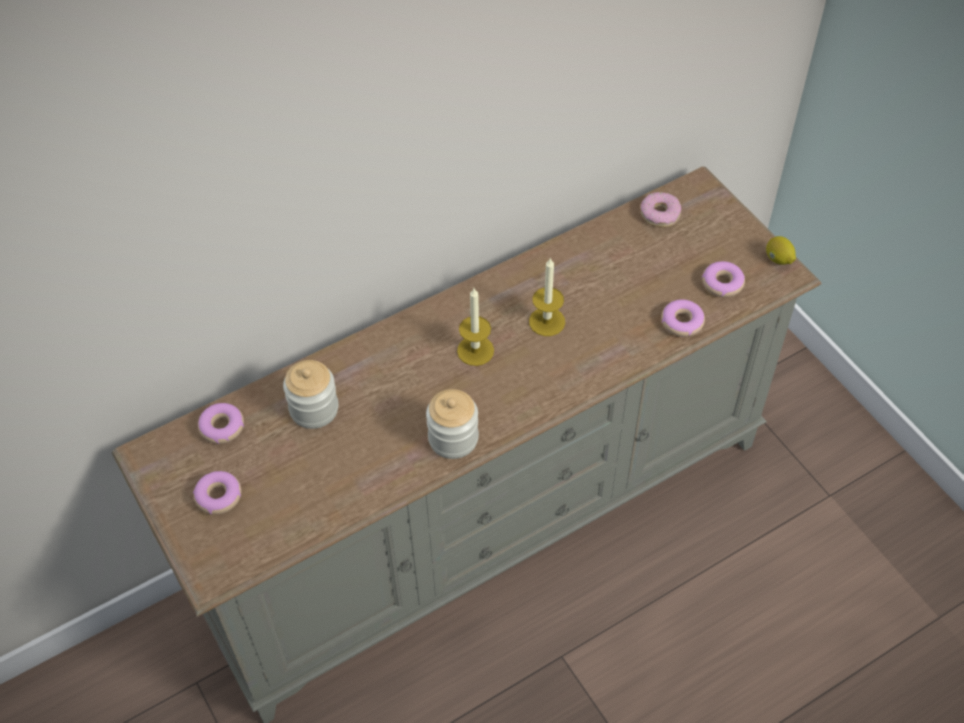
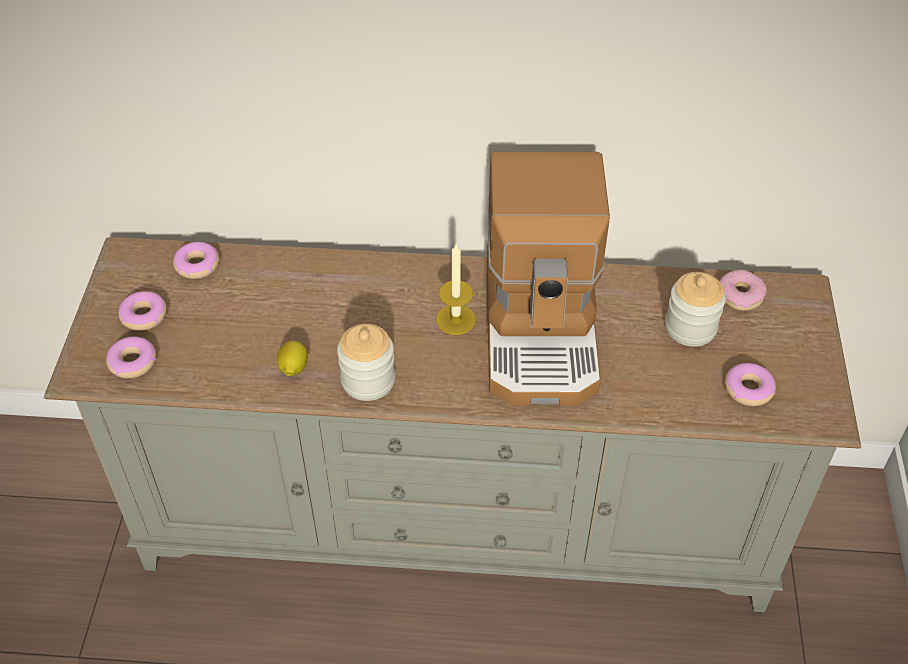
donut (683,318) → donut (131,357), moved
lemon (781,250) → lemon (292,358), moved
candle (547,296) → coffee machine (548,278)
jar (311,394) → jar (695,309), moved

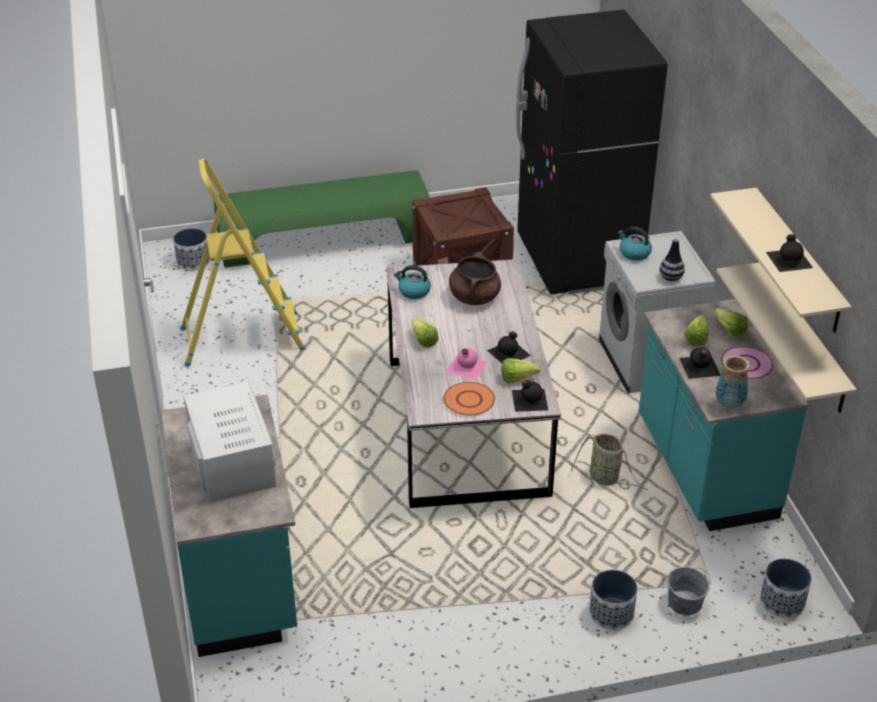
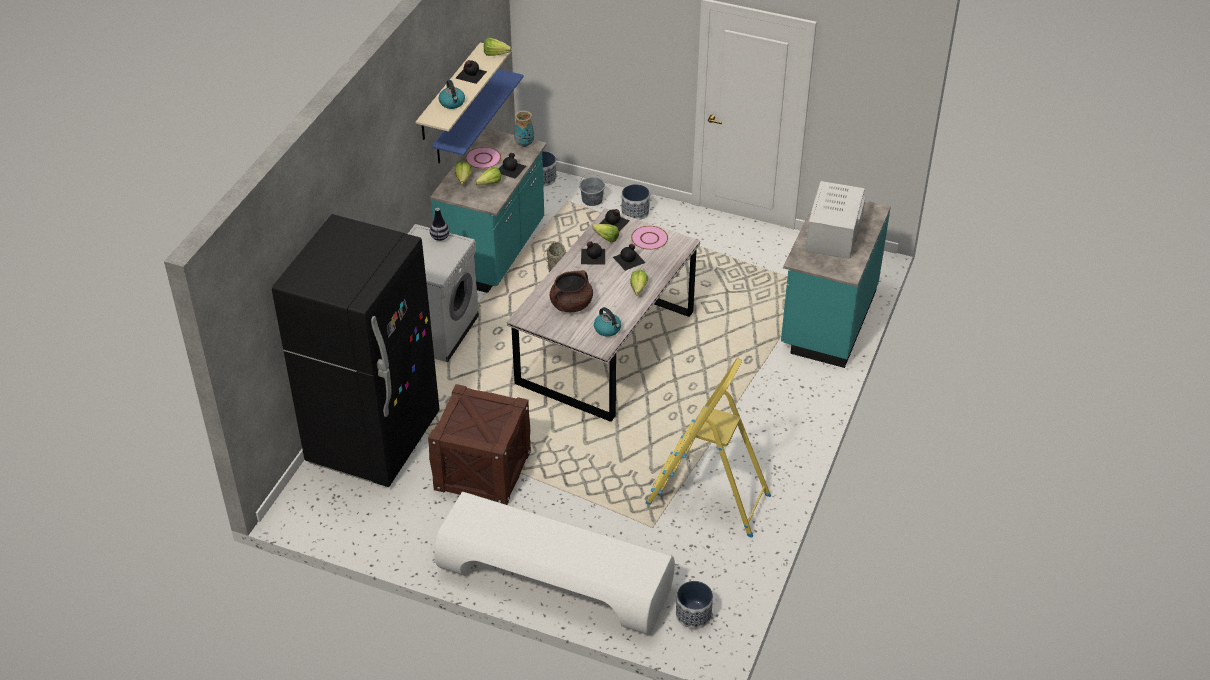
beige shelf (786,338) → blue shelf (478,116)
green bench (322,219) → white bench (554,563)
kettle (635,243) → kettle (452,94), moved
- → lettuce (498,47)
pink bottle (466,364) → black bottle (629,257)
orange plate (469,399) → pink plate (649,238)

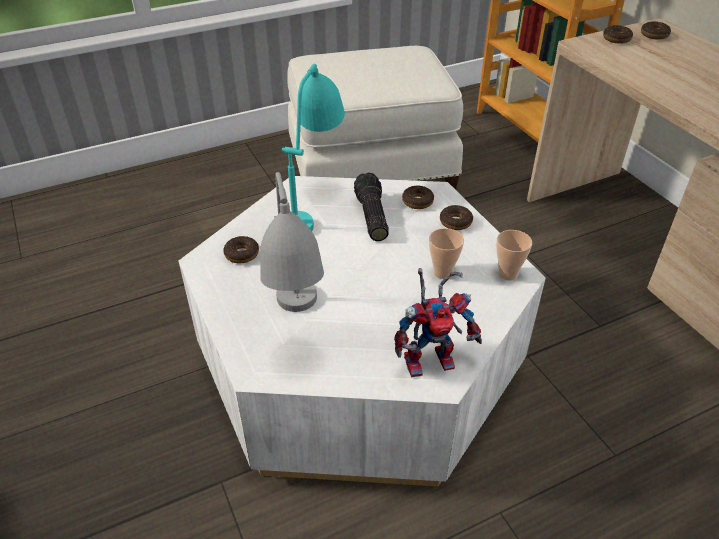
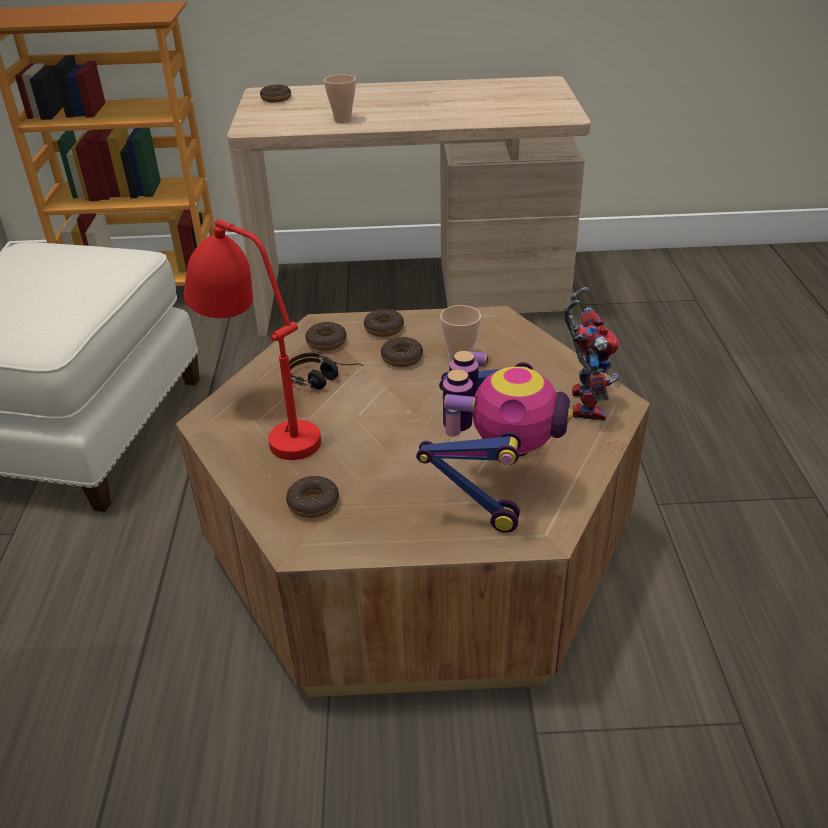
white coffee table (362,331) → brown coffee table (413,501)
turquoise table lamp (313,147) → red table lamp (252,339)
flashlight (371,206) → headphones (326,370)
cup (514,255) → cup (340,99), moved
donut (618,34) → donut (402,352), moved
grey table lamp (292,242) → toy robot (494,442)

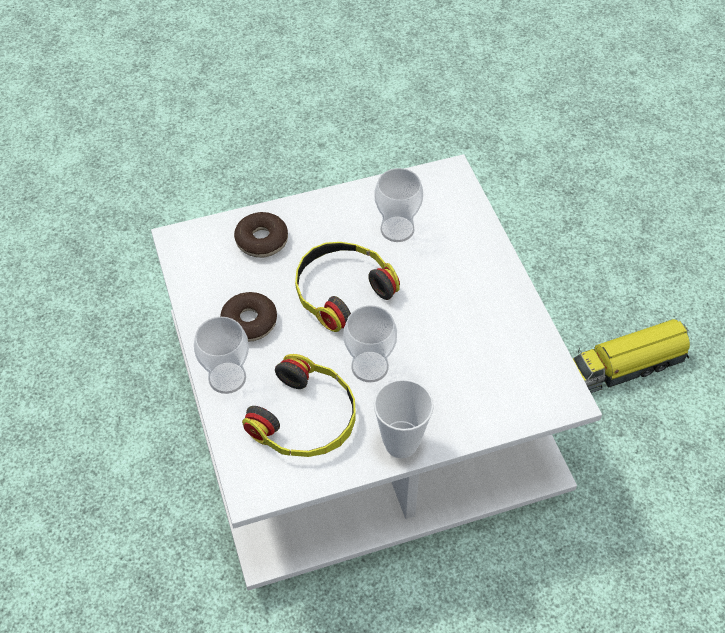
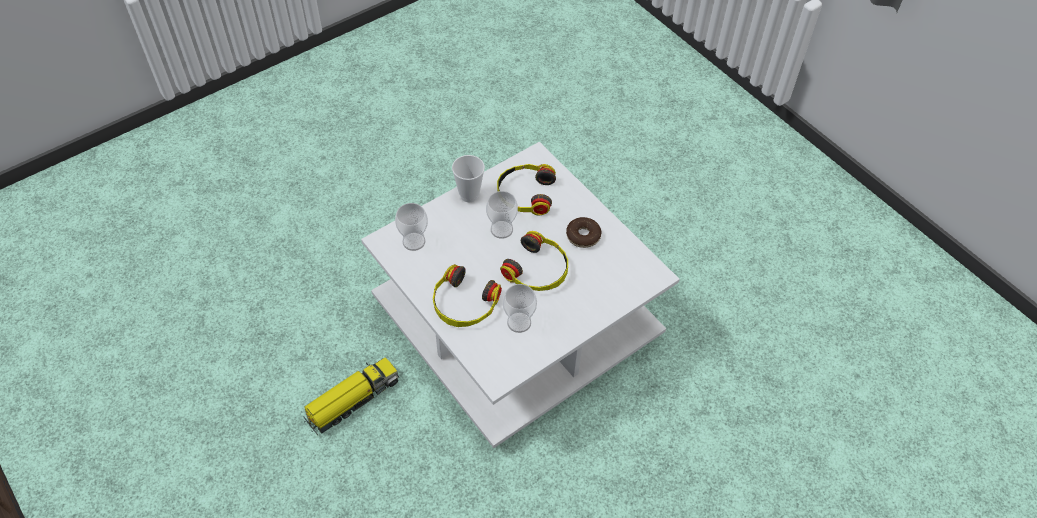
cup (221,355) → cup (411,227), moved
- → headphones (467,295)
donut (261,235) → -

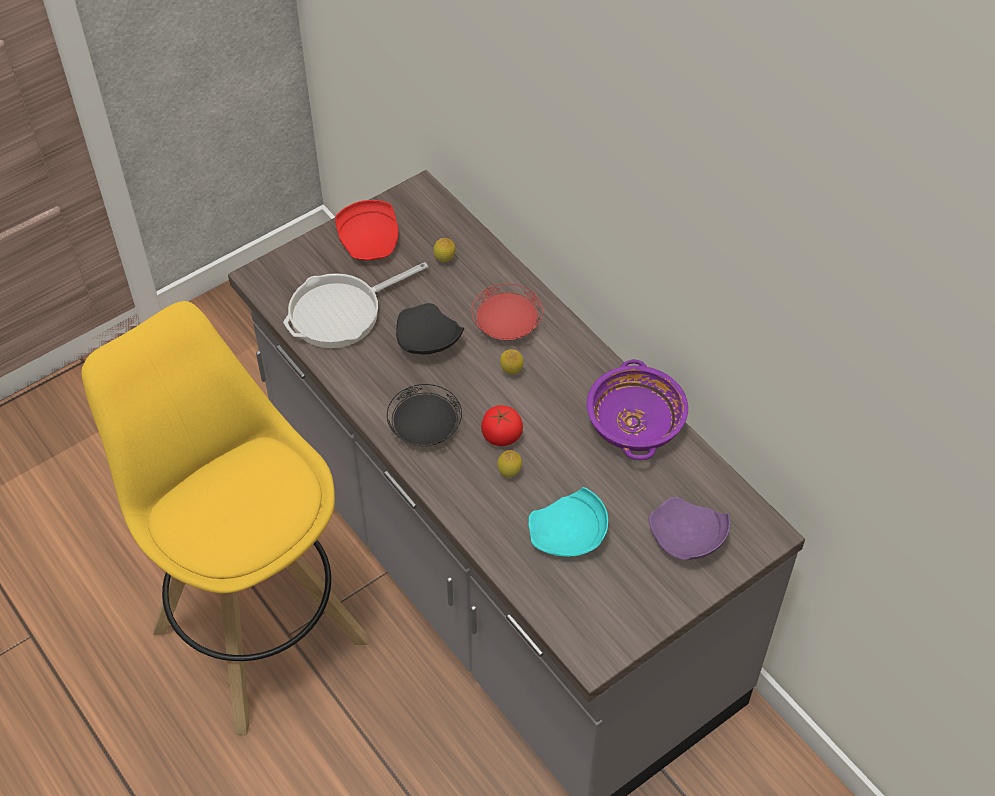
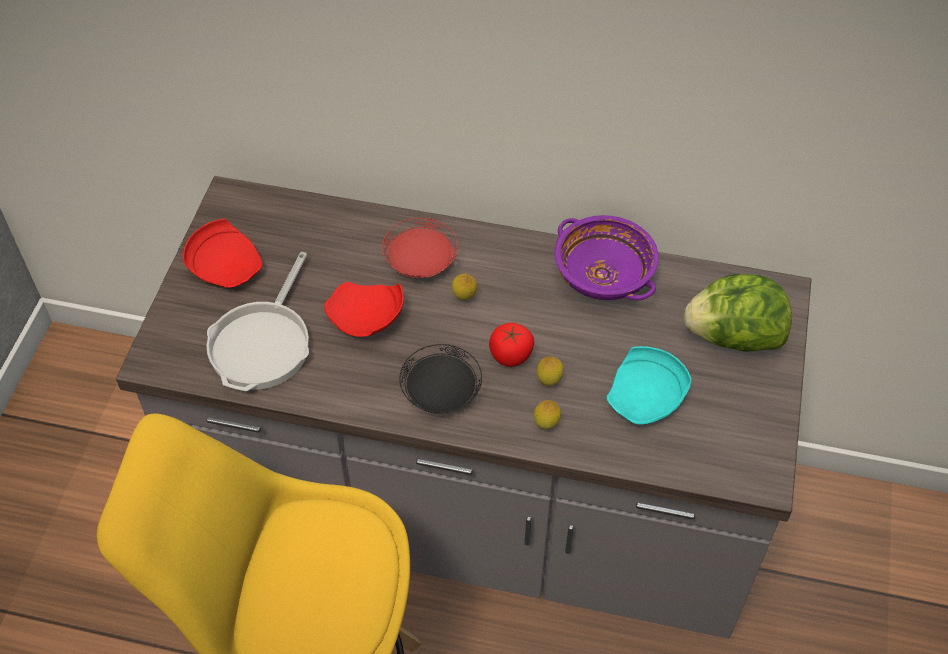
black plate (430,329) → red plate (364,309)
lemon (444,250) → lemon (547,414), moved
purple plate (689,528) → lettuce (738,313)

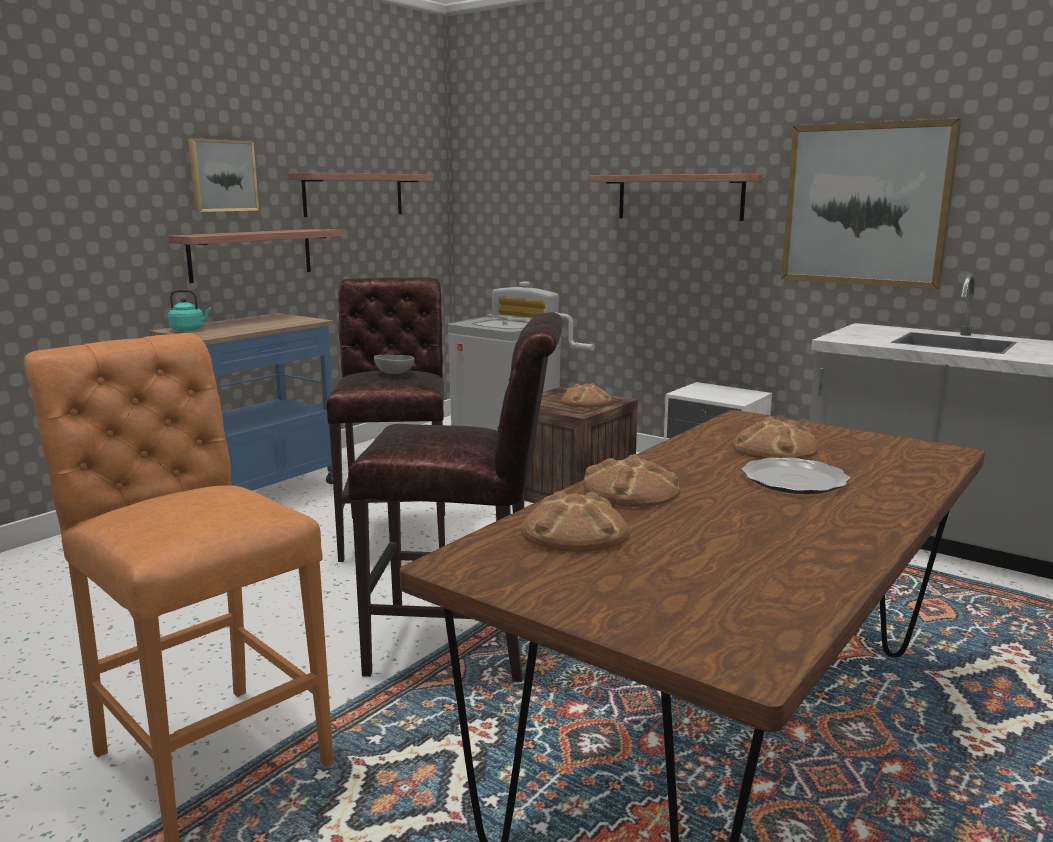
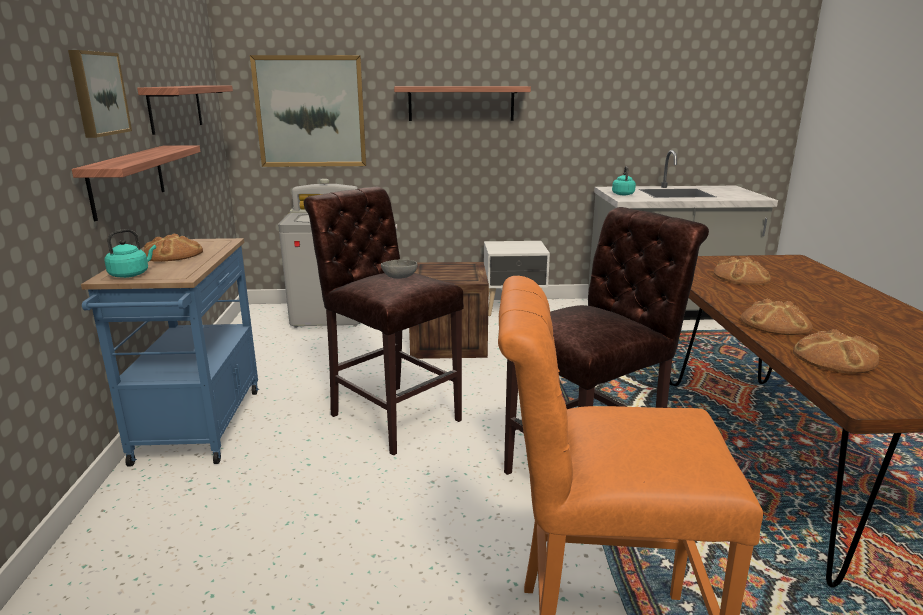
bread (587,395) → bread (173,248), moved
picture (871,203) → picture (308,111), moved
- → turquoise kettle (624,180)
plate (796,476) → -

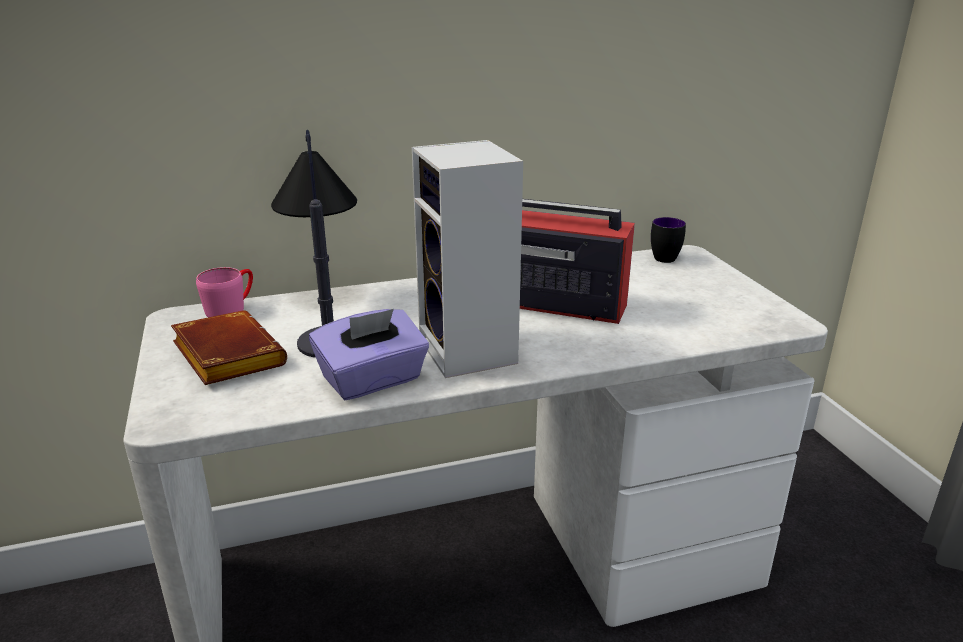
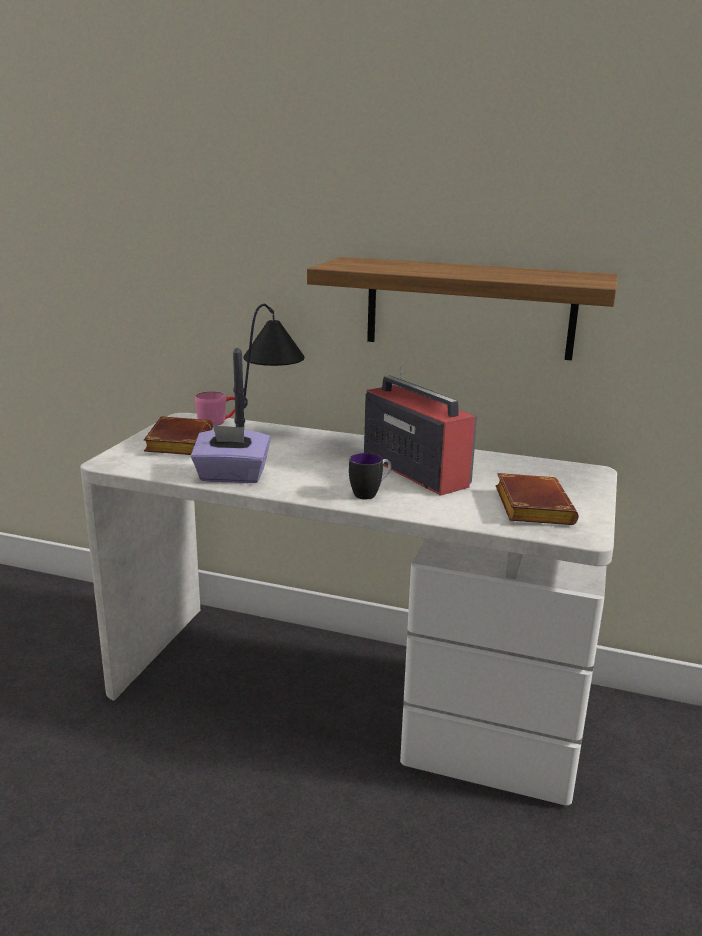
- → shelf (462,309)
mug (668,240) → mug (370,476), moved
- → brown book (537,499)
speaker (467,259) → -

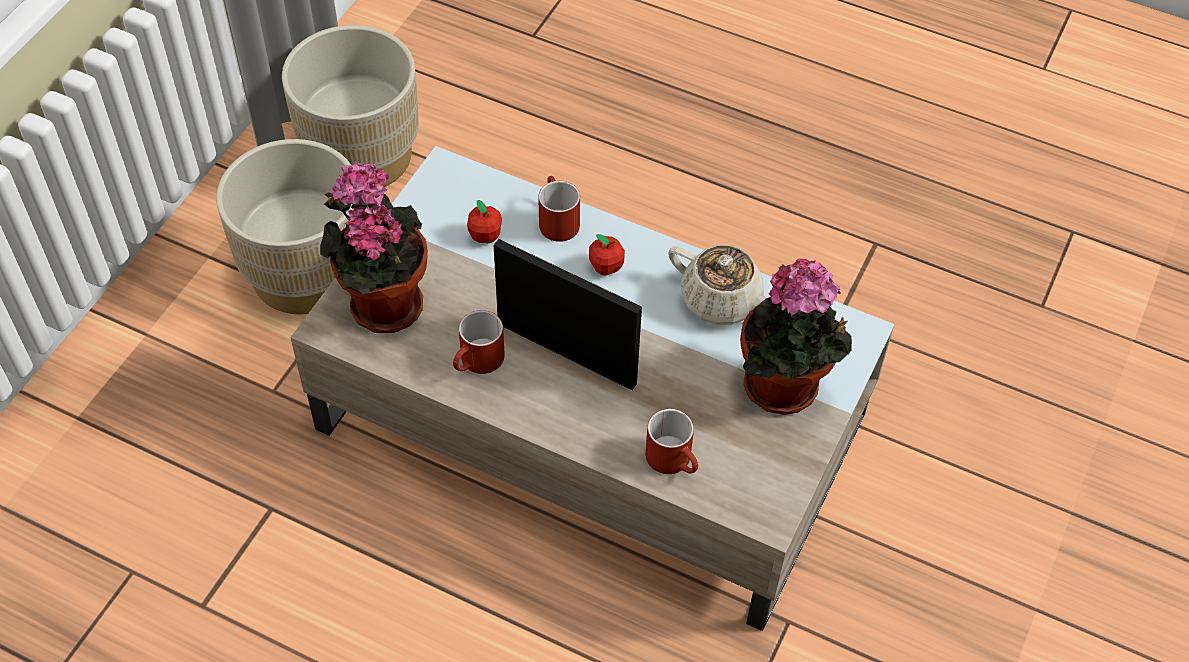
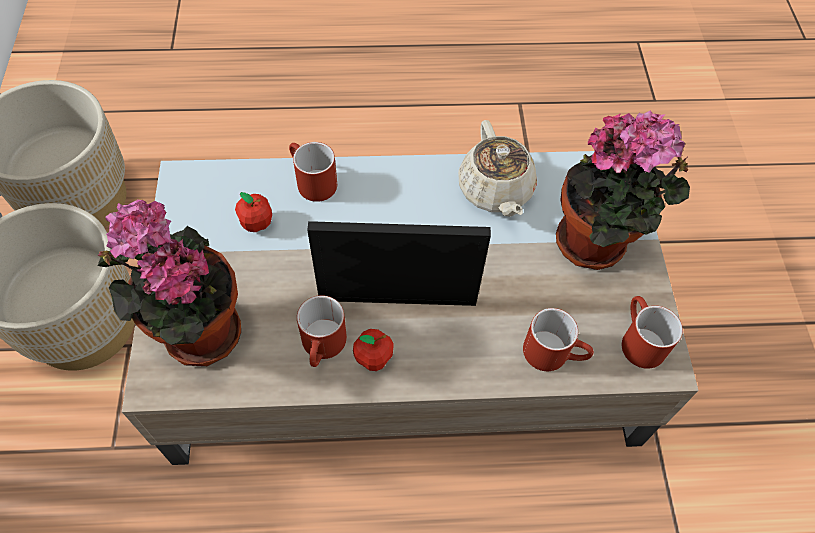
apple (607,255) → apple (373,350), moved
beige teapot (718,285) → beige teapot (497,168), 75 degrees clockwise
- → red mug (652,332)

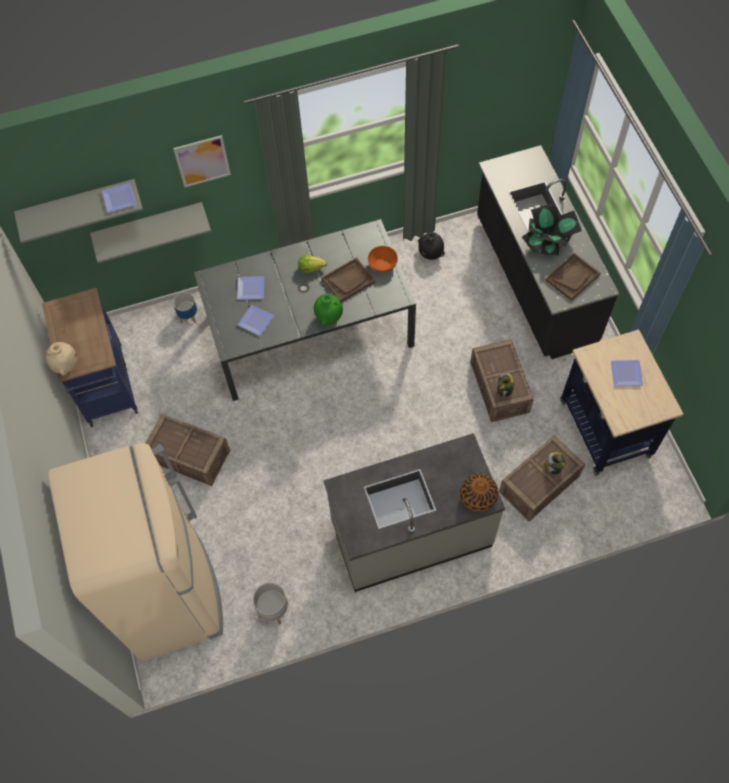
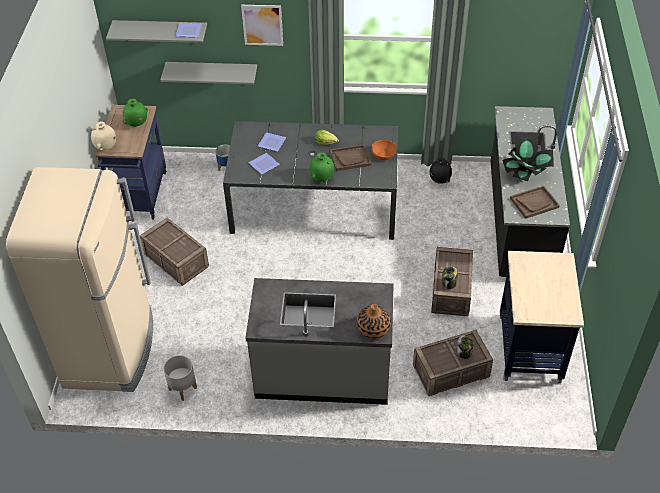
- → green vase (135,113)
plate (627,373) → -

